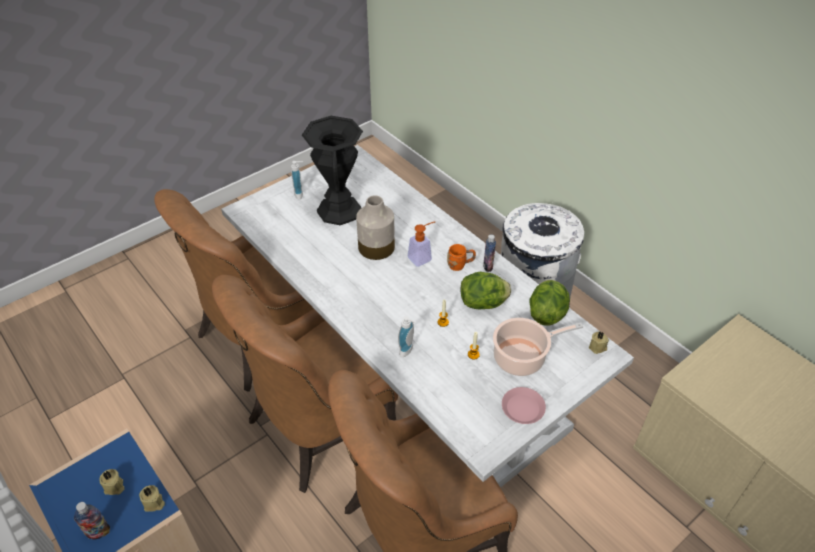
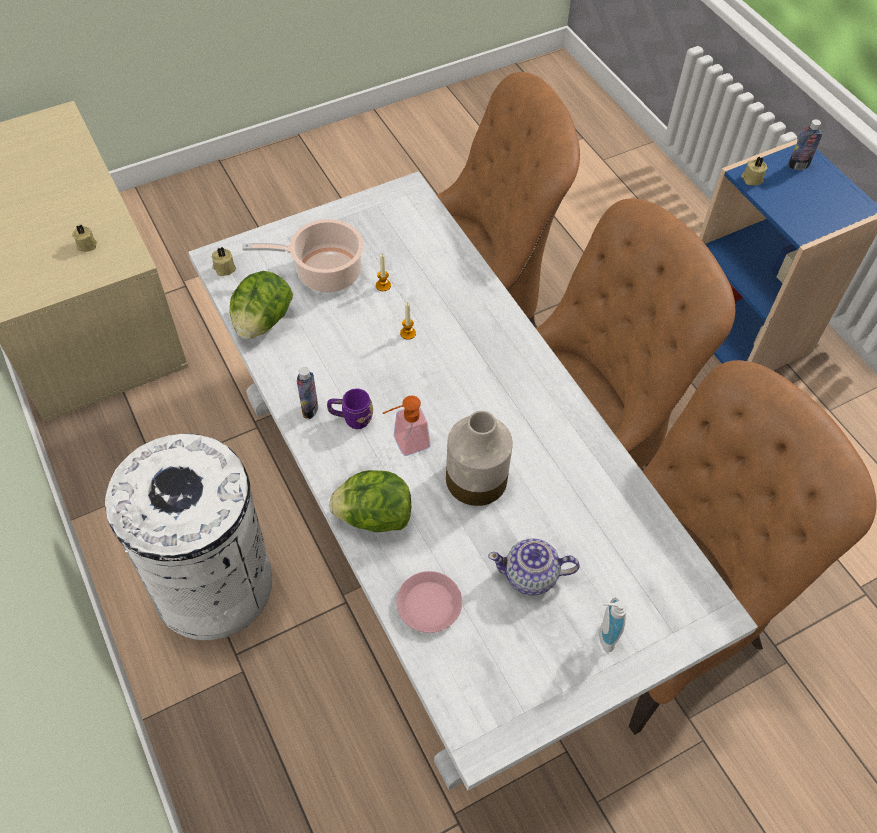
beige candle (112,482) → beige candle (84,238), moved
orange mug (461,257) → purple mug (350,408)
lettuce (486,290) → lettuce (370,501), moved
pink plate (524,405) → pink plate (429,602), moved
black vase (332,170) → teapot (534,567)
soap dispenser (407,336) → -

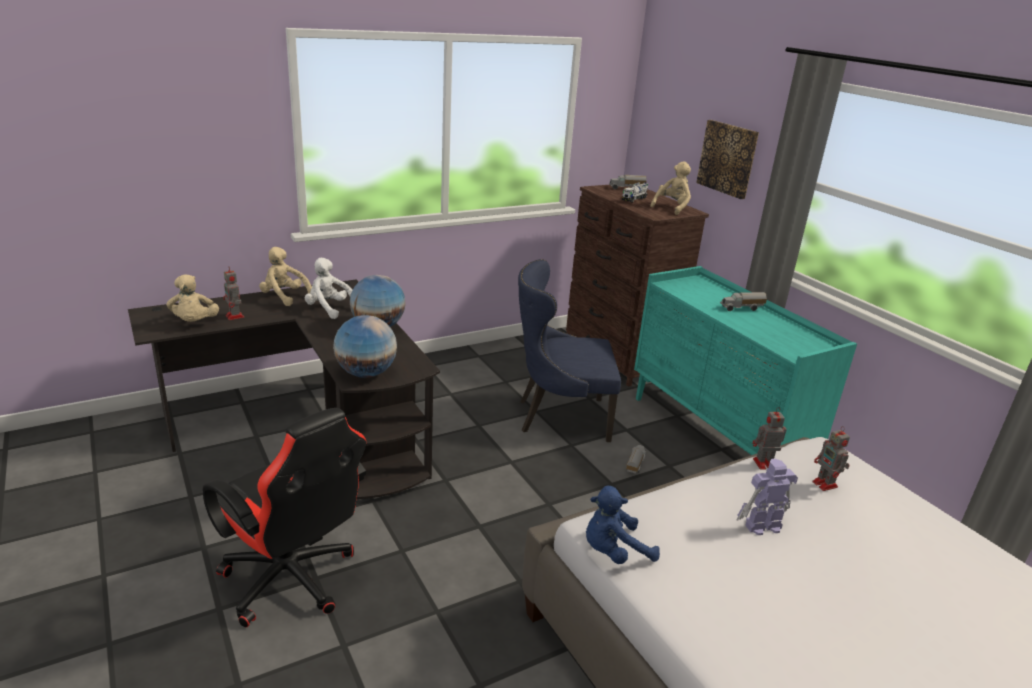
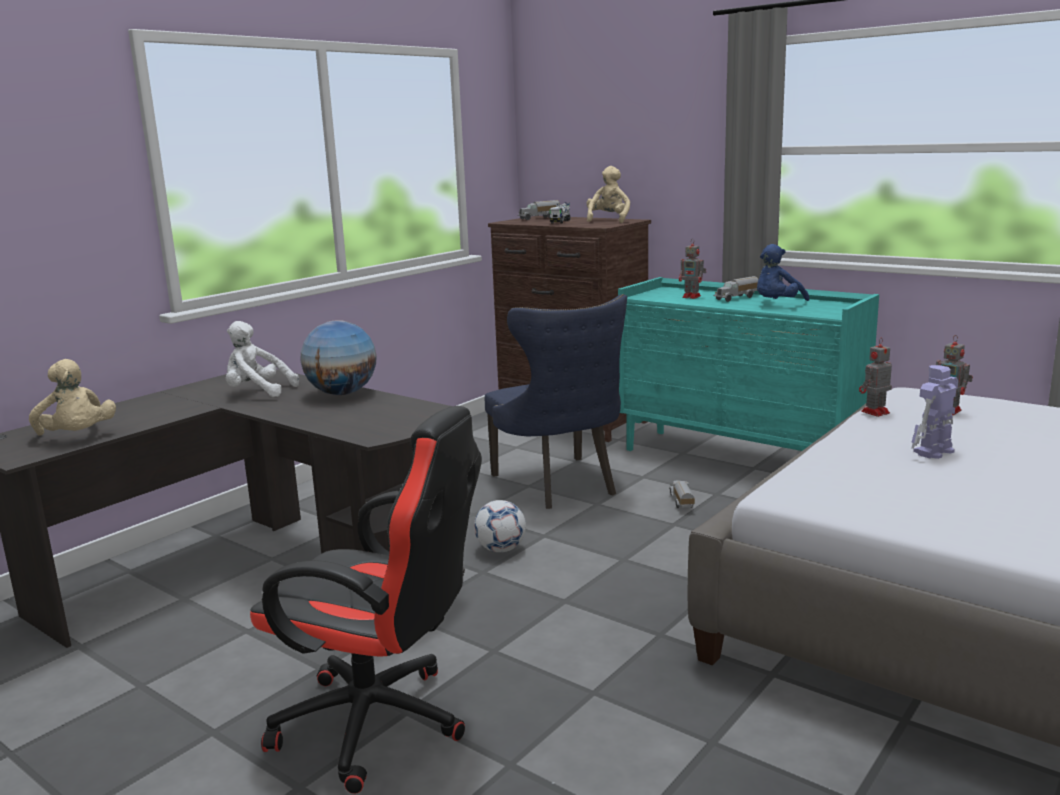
- → football (500,526)
blue chair (569,350) → blue chair (556,401), 90 degrees counterclockwise
toy robot (233,293) → toy robot (692,269), moved
blue plush toy (623,525) → blue plush toy (783,272), moved
beige plush toy (285,276) → -
globe (365,346) → -
picture (727,159) → -

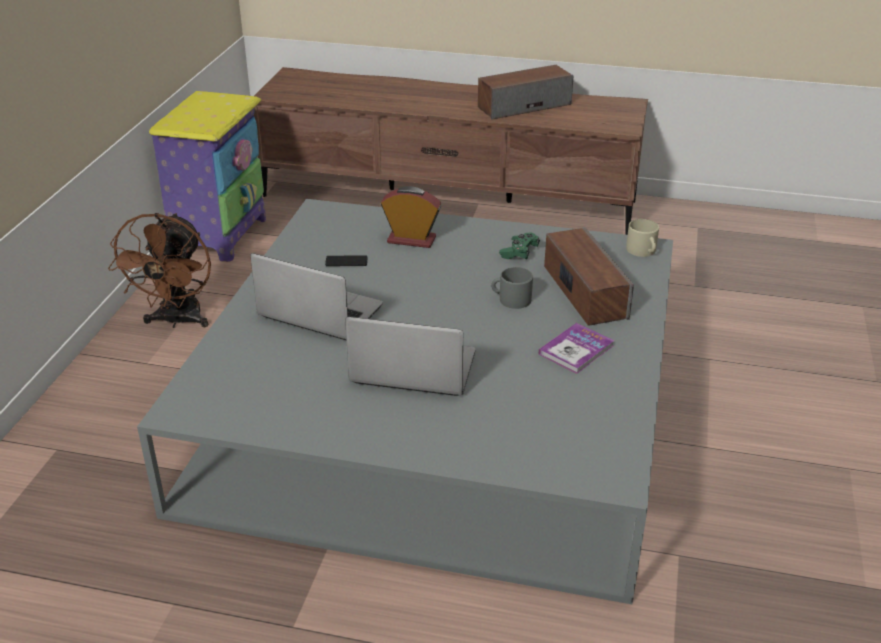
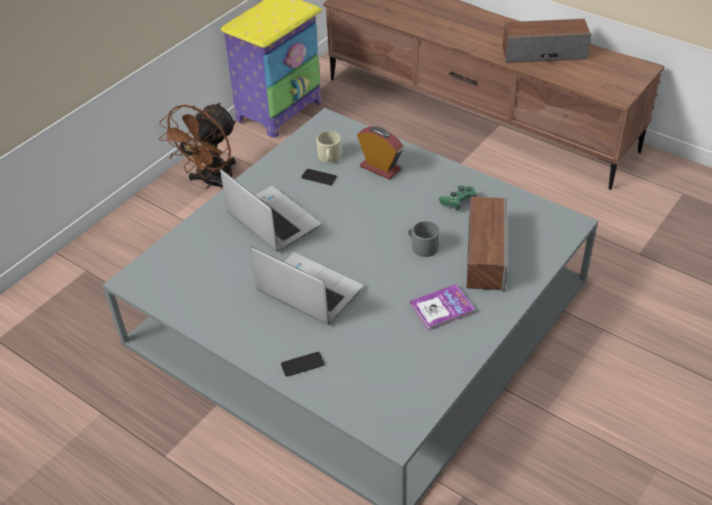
- → phone (302,364)
beige mug (642,238) → beige mug (328,147), moved

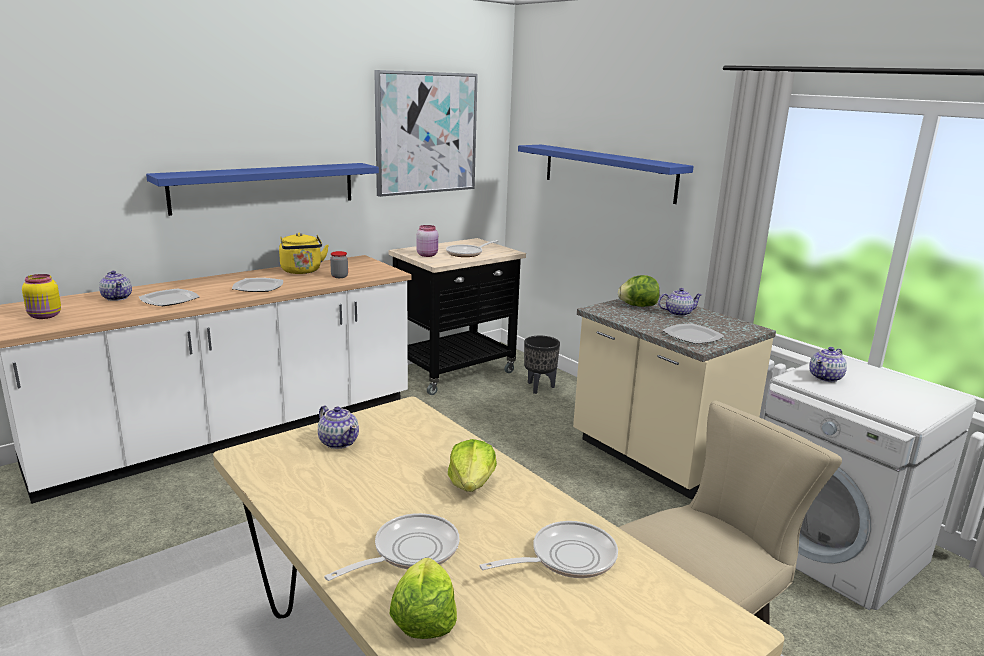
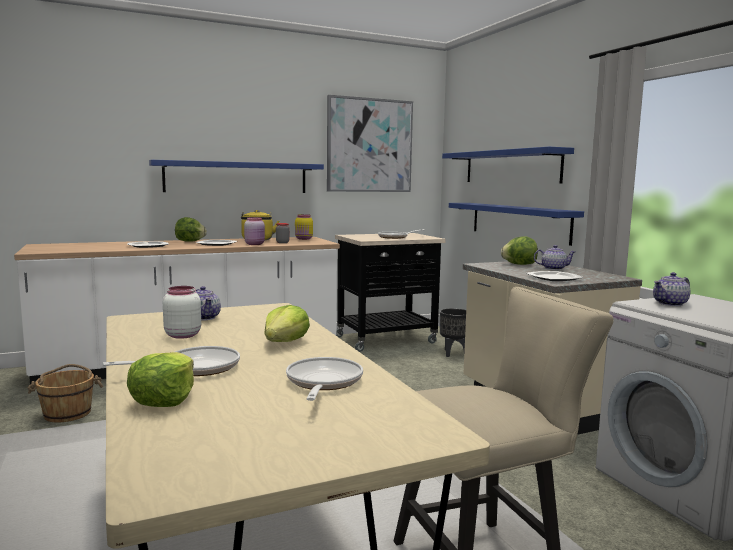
- → brown bucket (65,393)
- → white jar (182,312)
- → lettuce (191,229)
pink jar (427,241) → pink jar (254,231), moved
frying pan (548,549) → frying pan (324,379), 75 degrees counterclockwise
yellow jar (41,296) → yellow jar (304,227), moved
- → blue shelf (516,224)
teapot (115,286) → -

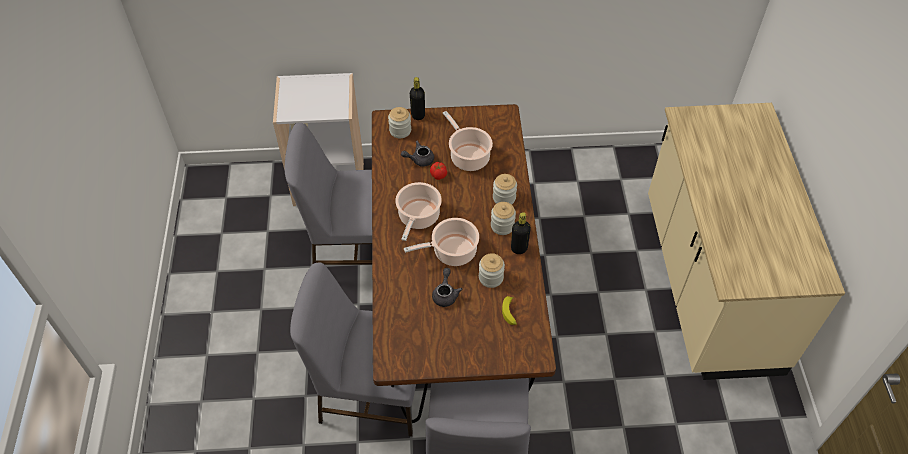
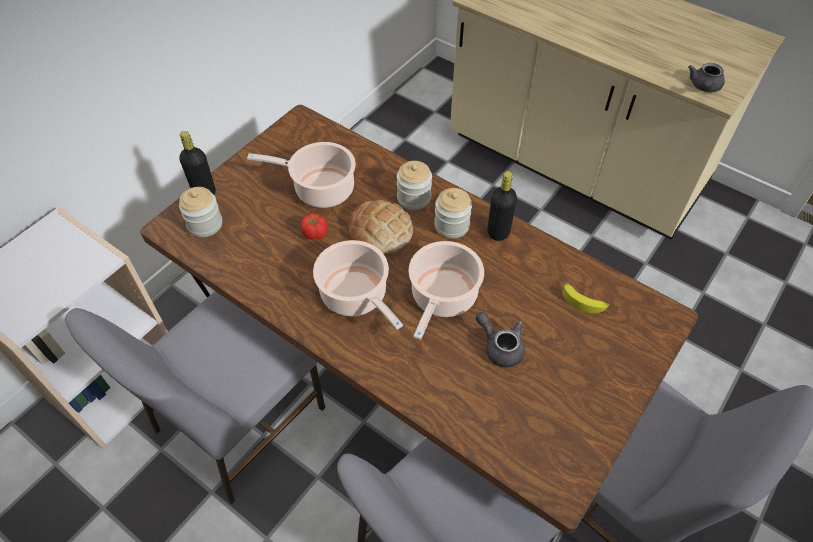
- → bread (380,227)
grey teapot (417,154) → grey teapot (706,77), moved
jar (492,270) → -

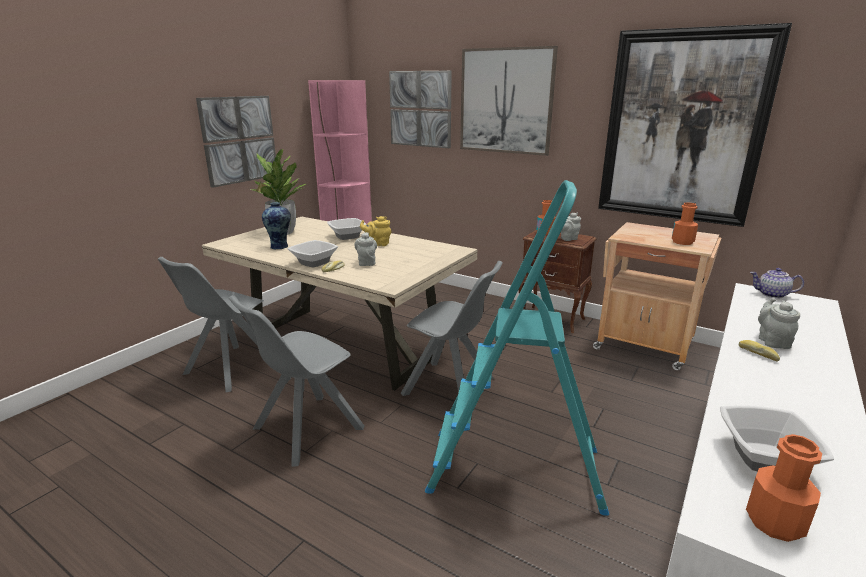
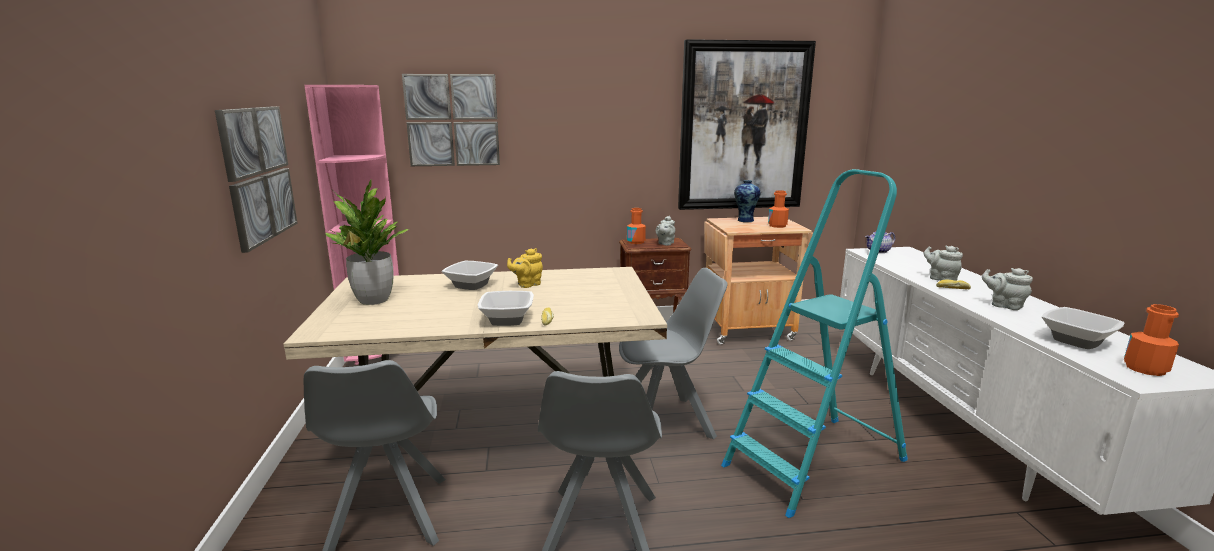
vase (276,225) → vase (747,201), moved
grey teapot (365,249) → grey teapot (1007,289), moved
picture (509,101) → -

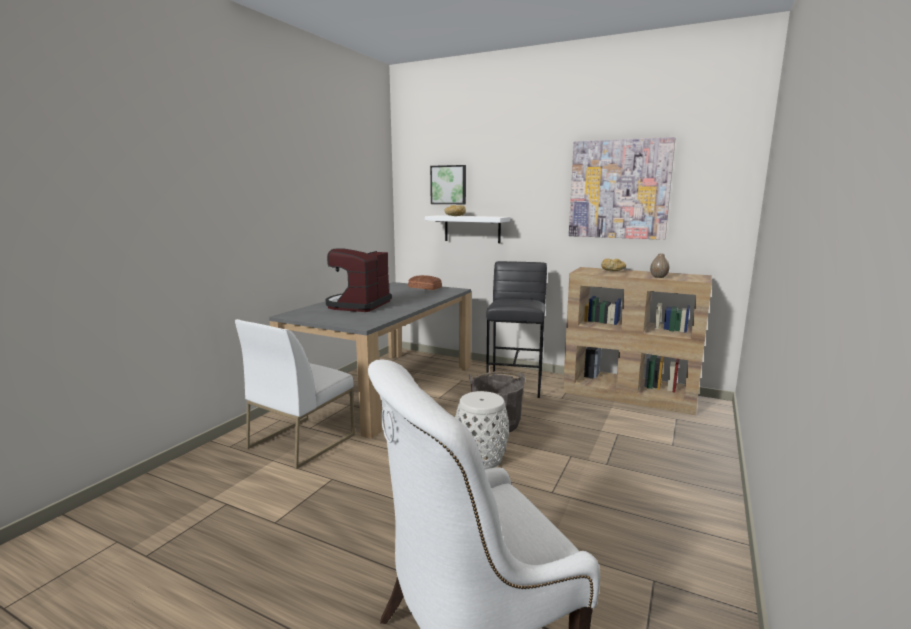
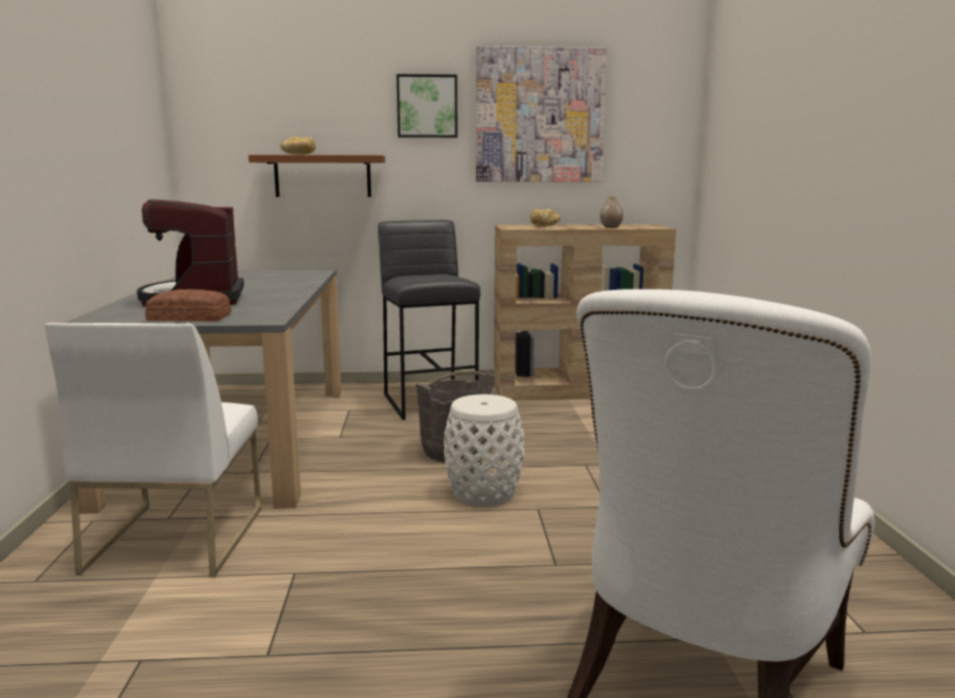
bread (425,282) → bread (188,305), moved
white shelf (467,229) → brown shelf (316,176)
picture (448,184) → picture (427,106), moved

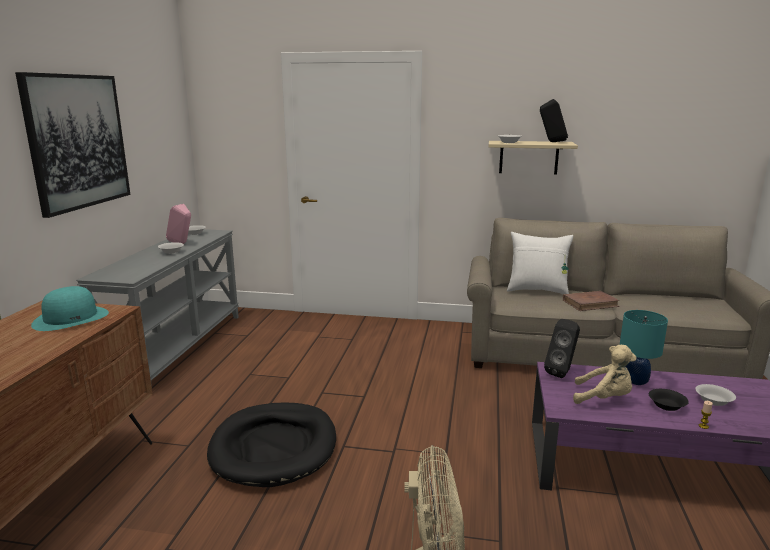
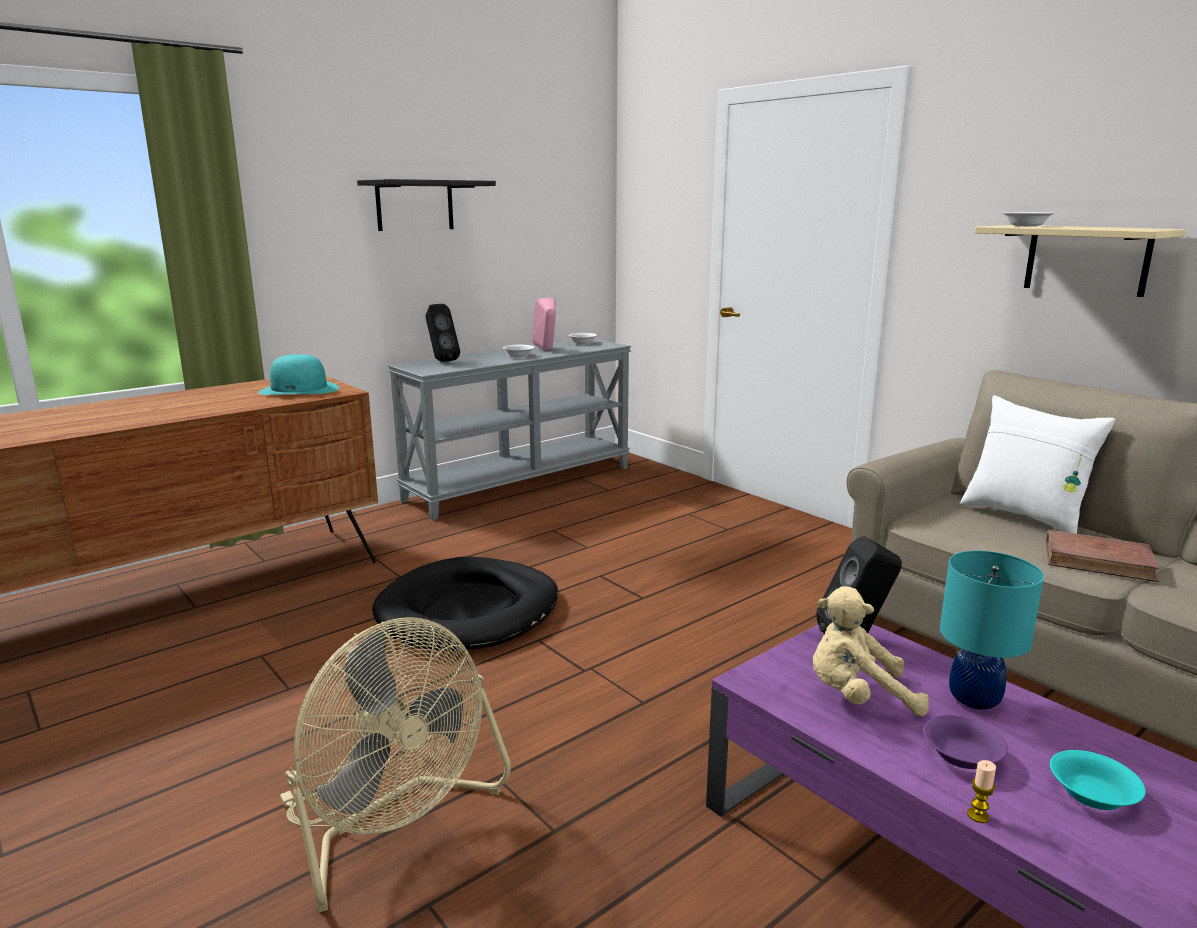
picture (72,145) → black shelf (426,205)
black speaker (554,120) → black speaker (442,333), moved
beige plush toy (605,374) → beige plush toy (871,651), 120 degrees clockwise
black bowl (669,400) → purple bowl (965,742)
white bowl (715,395) → turquoise bowl (1098,780)

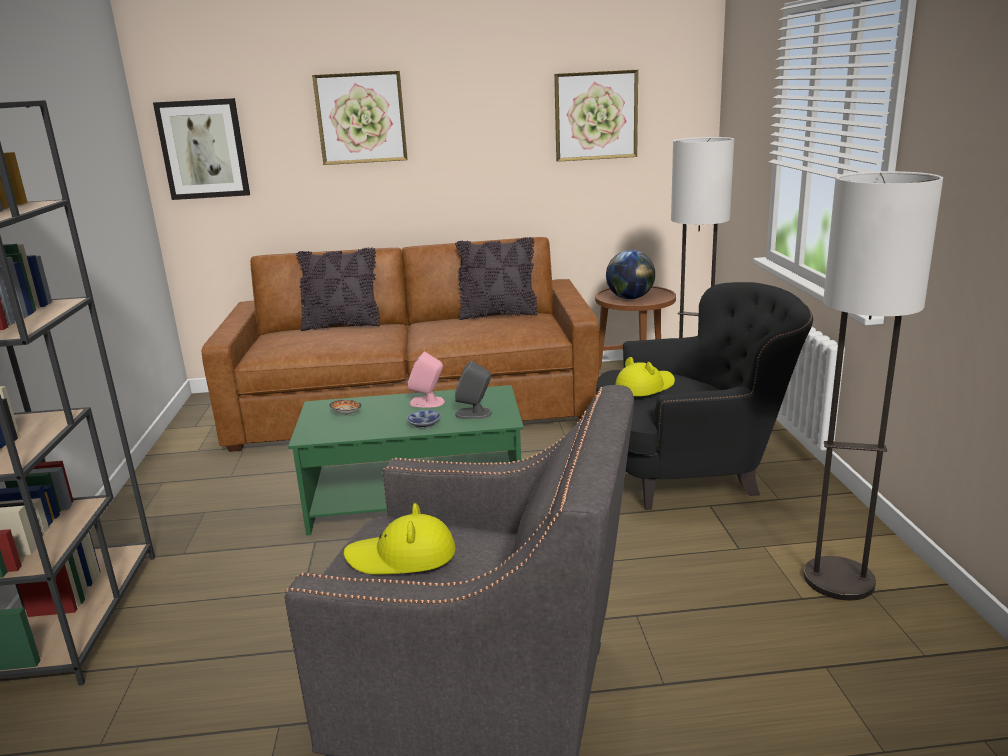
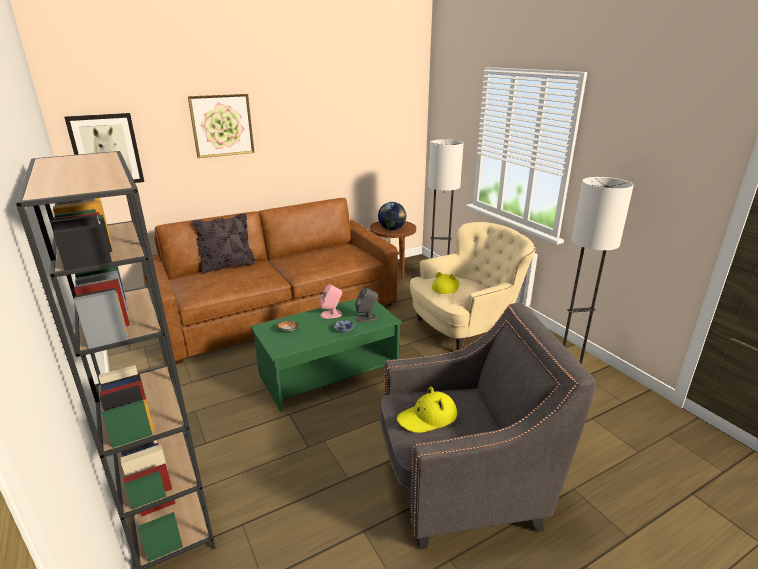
black armchair (704,396) → beige armchair (472,286)
black pillow (496,278) → -
picture (596,116) → -

